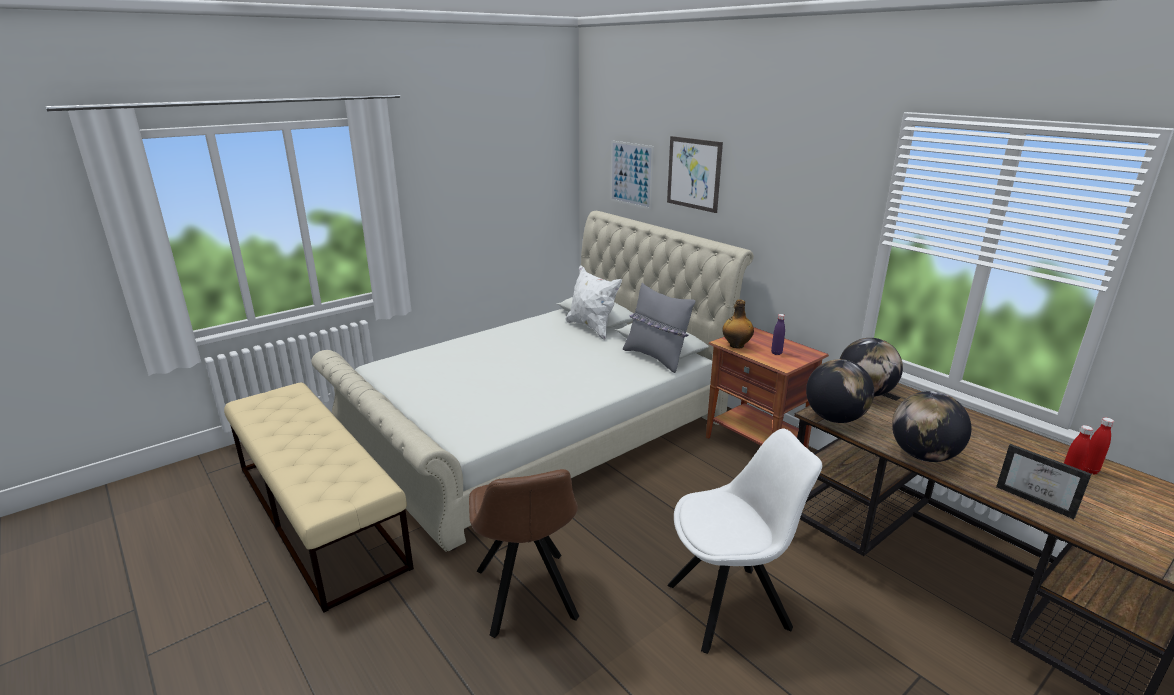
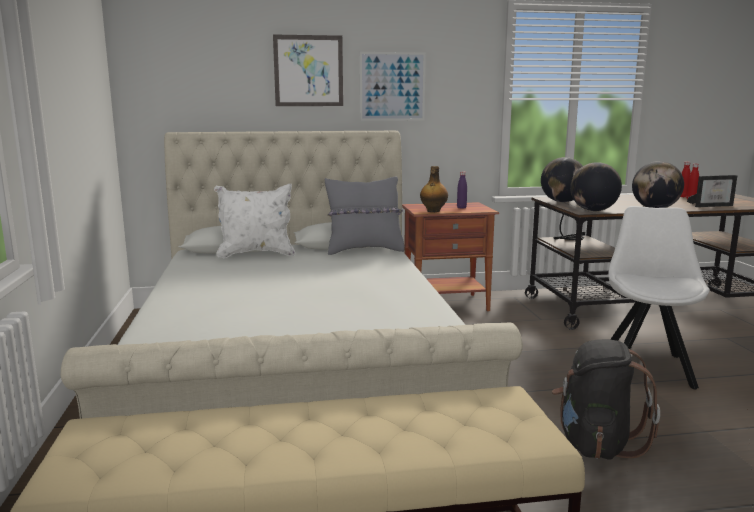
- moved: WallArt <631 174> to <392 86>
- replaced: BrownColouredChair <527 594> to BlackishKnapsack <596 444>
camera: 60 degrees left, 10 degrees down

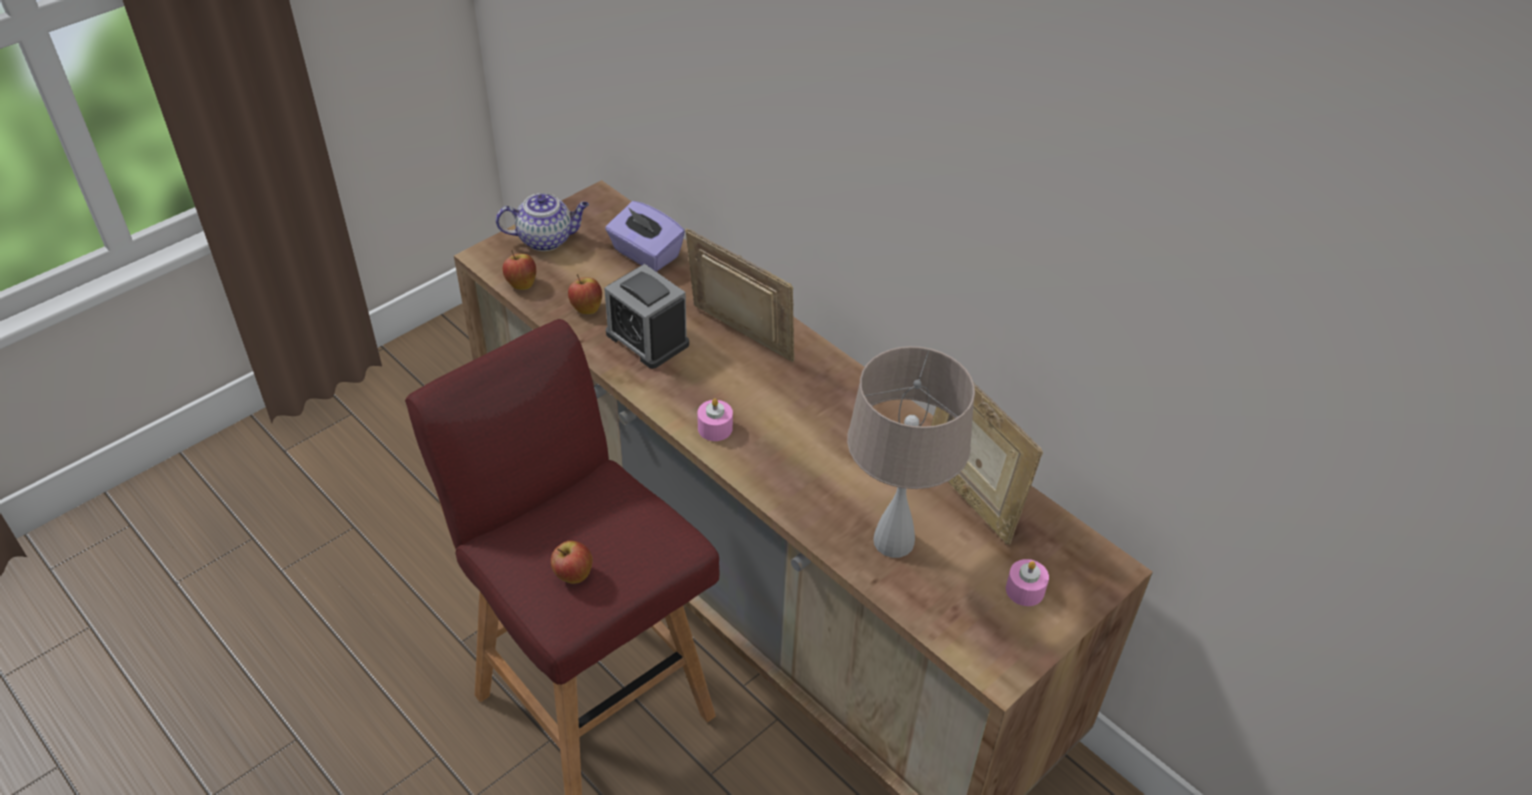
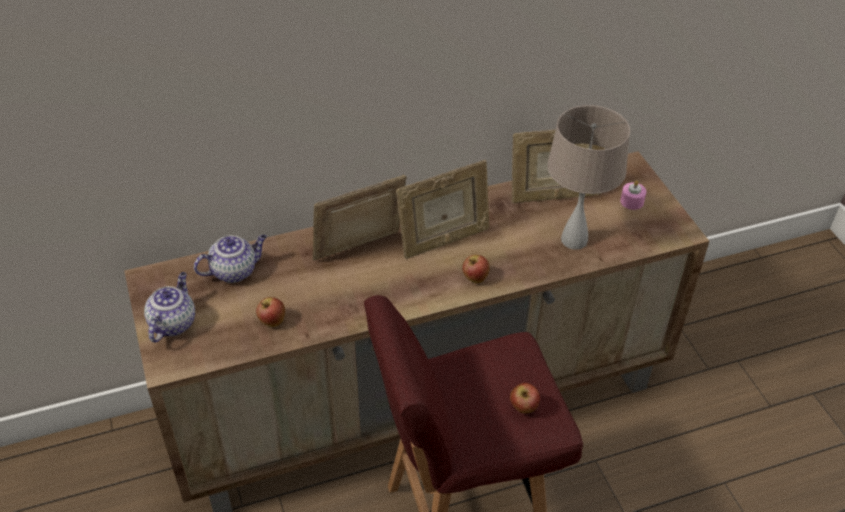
- removed: TableClock <647 339>
- removed: PinkCandle <715 428>
- added: StandingFrame <443 241>
- moved: WholeApple <521 283> to <475 278>
- replaced: PurpleBoxOfTissues <645 254> to PotForTea <235 271>
camera: 65 degrees left, 0 degrees up

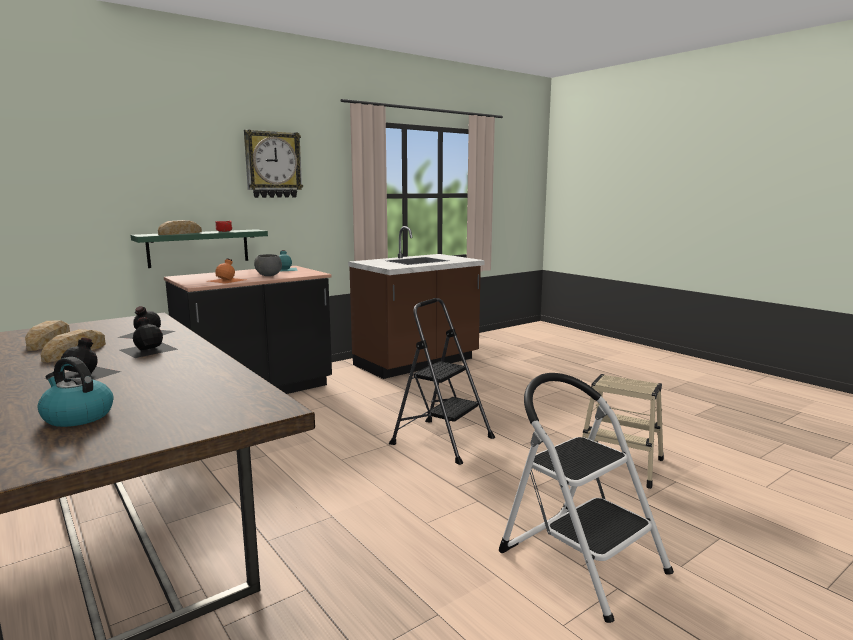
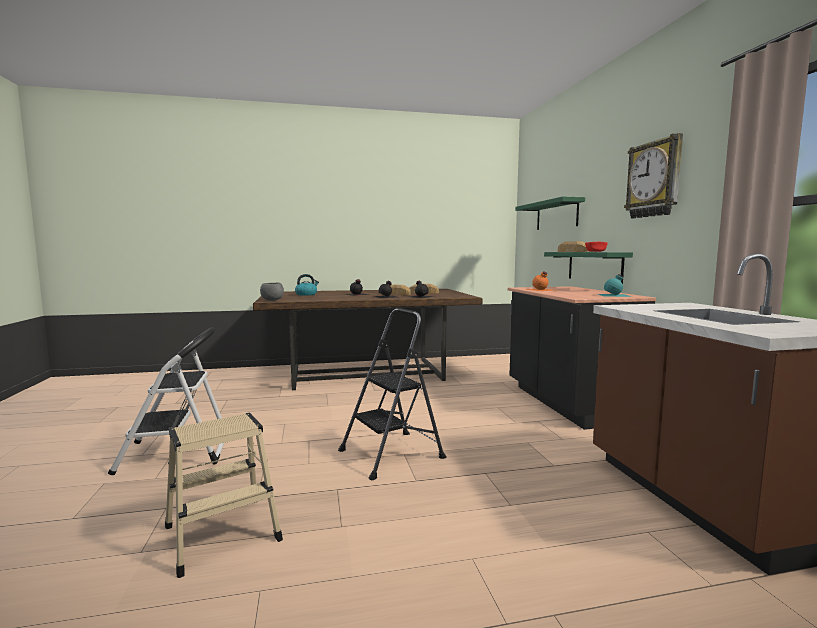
- added: GreenColouredShelf <556 215>
- moved: GreyishDeepDish <268 276> to <272 300>
camera: 115 degrees right, 5 degrees down

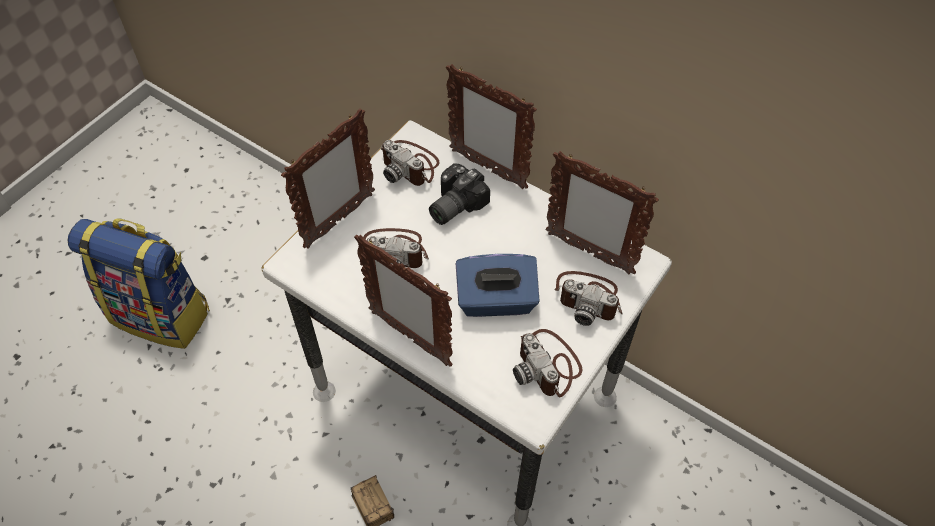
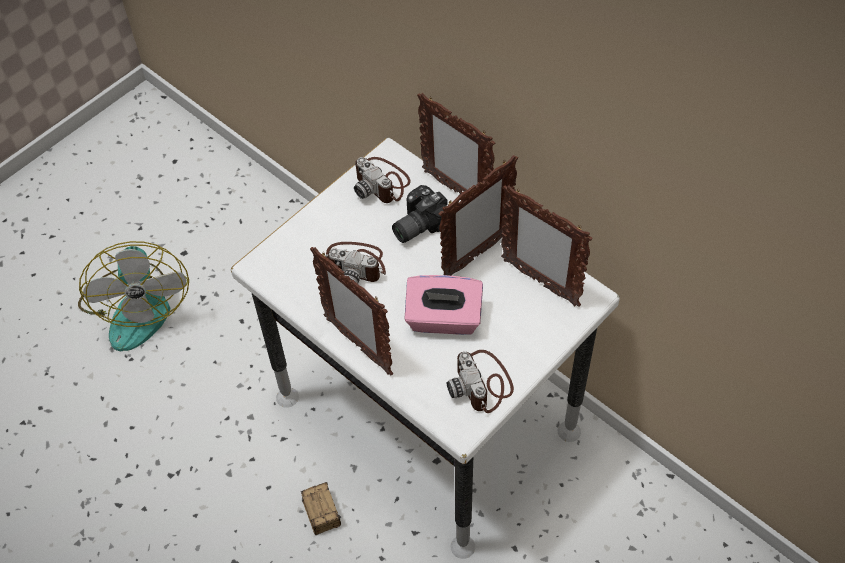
- removed: StillCamera <589 298>
- moved: StandingFrame <339 220> to <476 256>
- replaced: Knapsack <162 314> to Fan <137 306>
- recoloured: BlueBoxOfTissues <496 300> to PinkBoxOfTissues <443 319>
camera: 10 degrees right, 0 degrees up

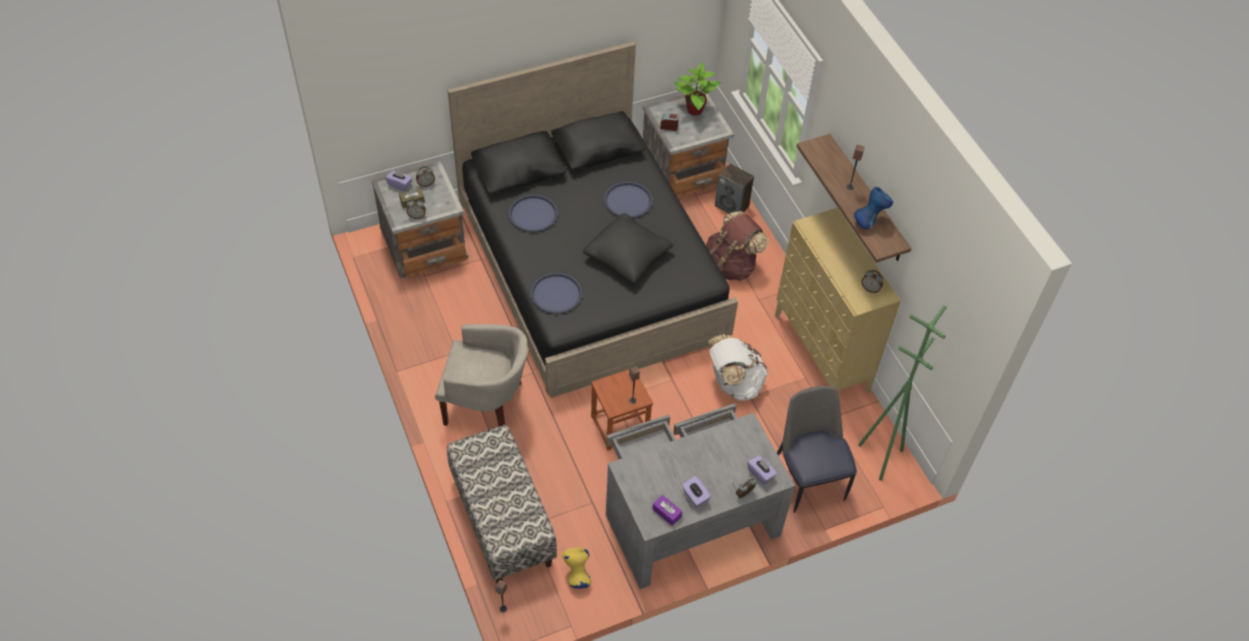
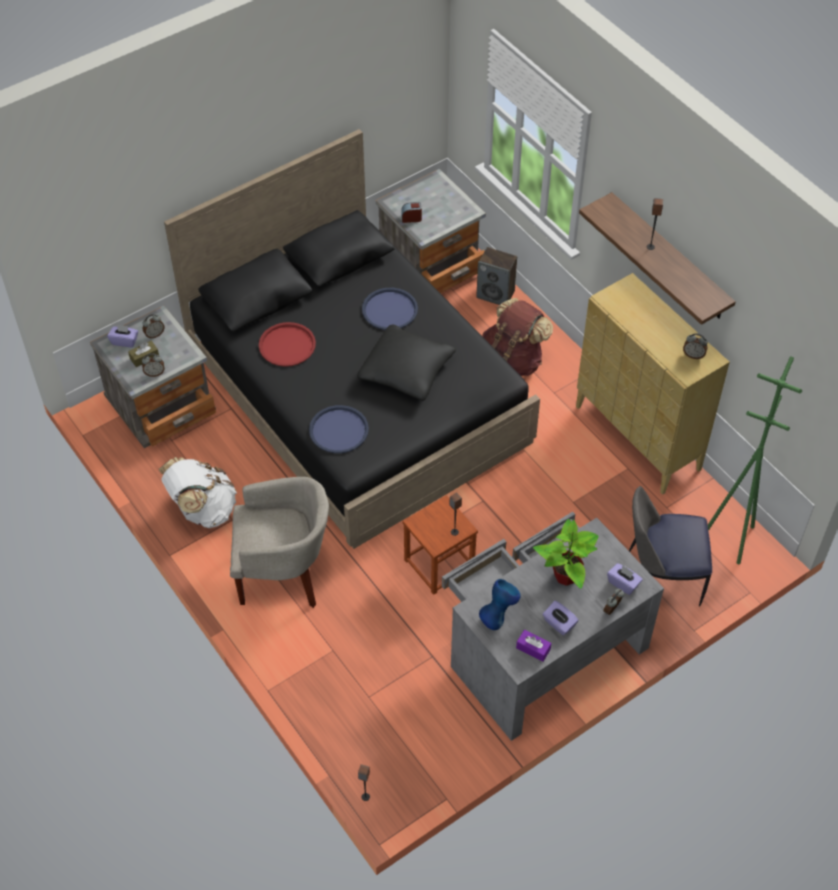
- removed: IndoorBench <502 520>
- removed: YellowColouredDecorativeVase <576 576>
- moved: Houseplant <694 110> to <565 576>
- moved: WhiteColouredKnapsack <733 383> to <203 510>
- moved: BlueDecorativeVase <869 221> to <498 616>
- recoloured: BlueServingTray <533 214> to ReddishServingTray <287 345>
- turned: Chair <808 478> = <660 578> 60 degrees counterclockwise
camera: 10 degrees left, 0 degrees up

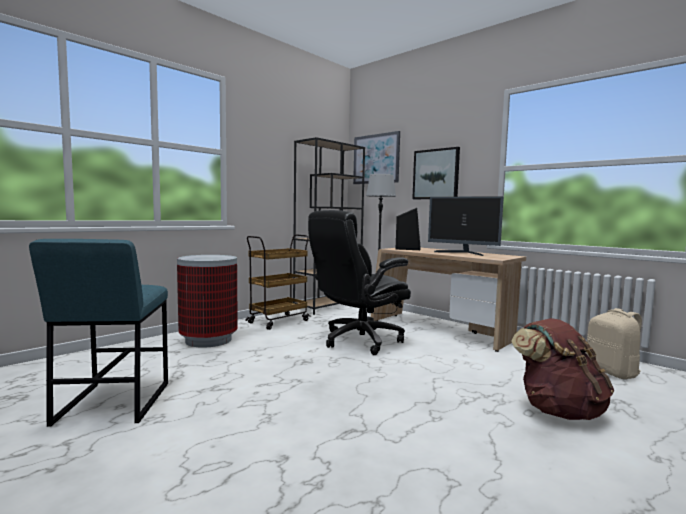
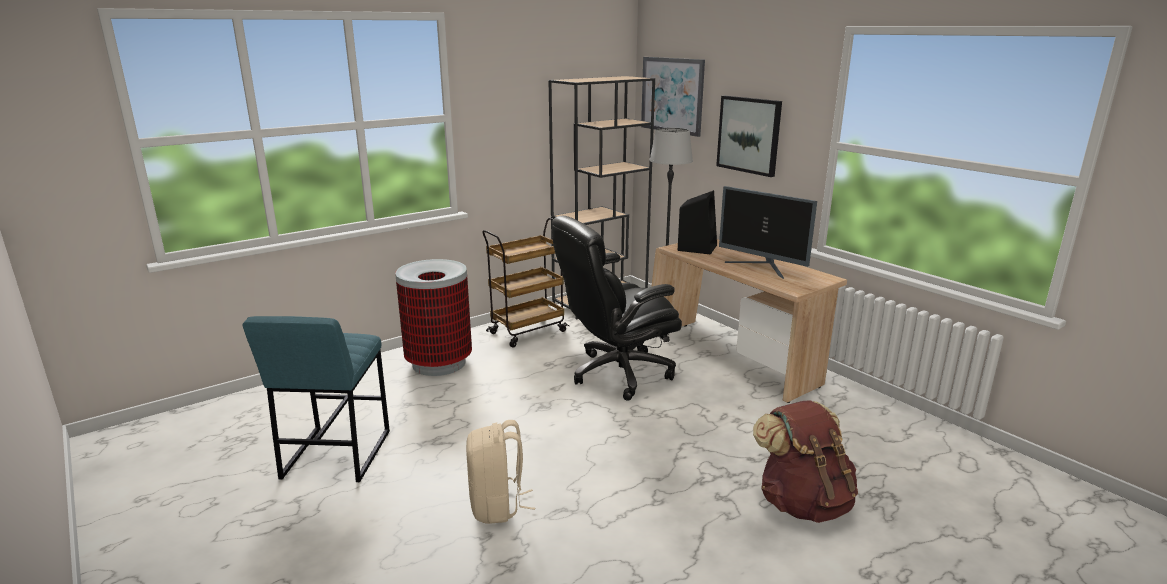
- moved: SandColouredKnapsack <612 372> to <497 506>
camera: 10 degrees right, 15 degrees up

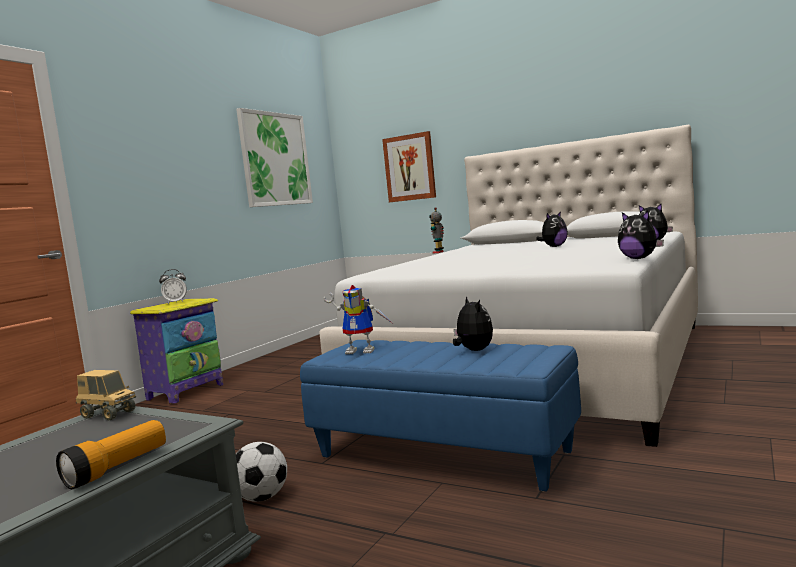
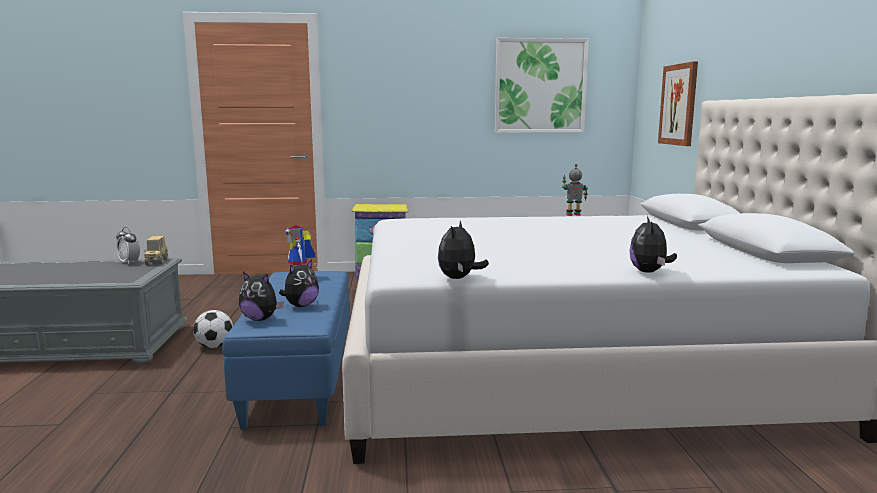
- removed: Flashlight <117 468>
- moved: TableClock <176 302> to <129 262>
- moved: CuddlyToy <554 246> to <260 319>
camera: 55 degrees right, 5 degrees up

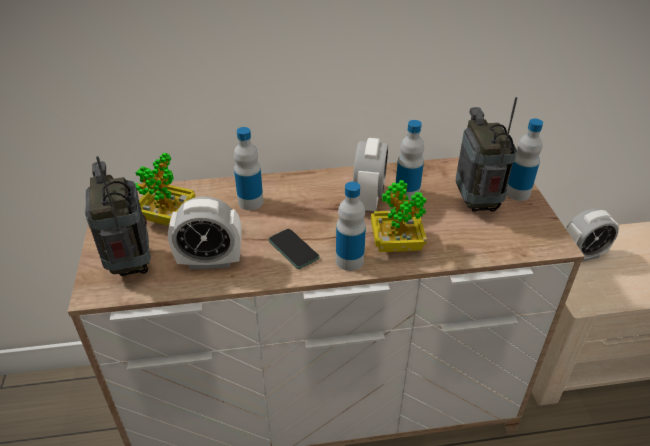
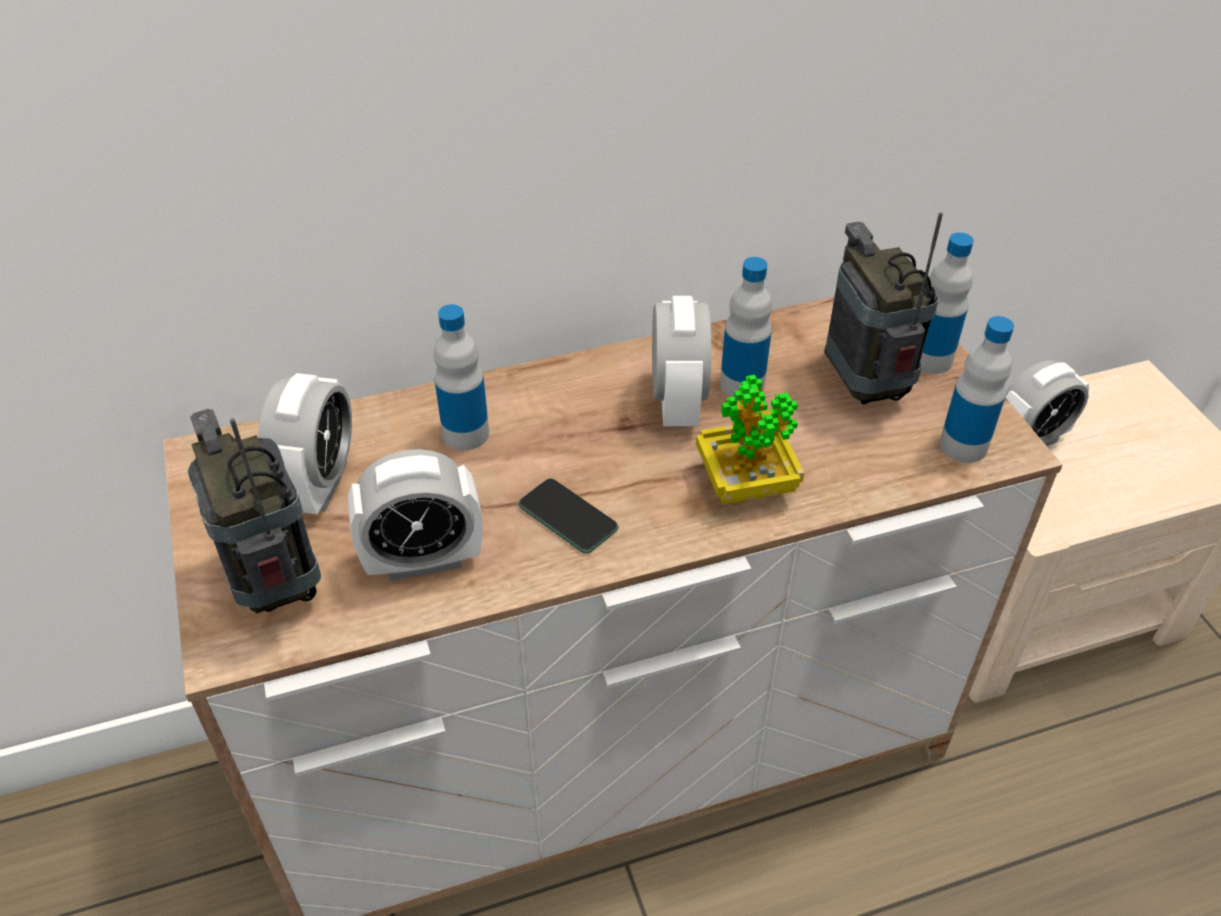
- moved: Bottle <349 260> to <963 446>
- replaced: Houseplant <168 218> to TableClock <320 484>
camera: 10 degrees left, 5 degrees up

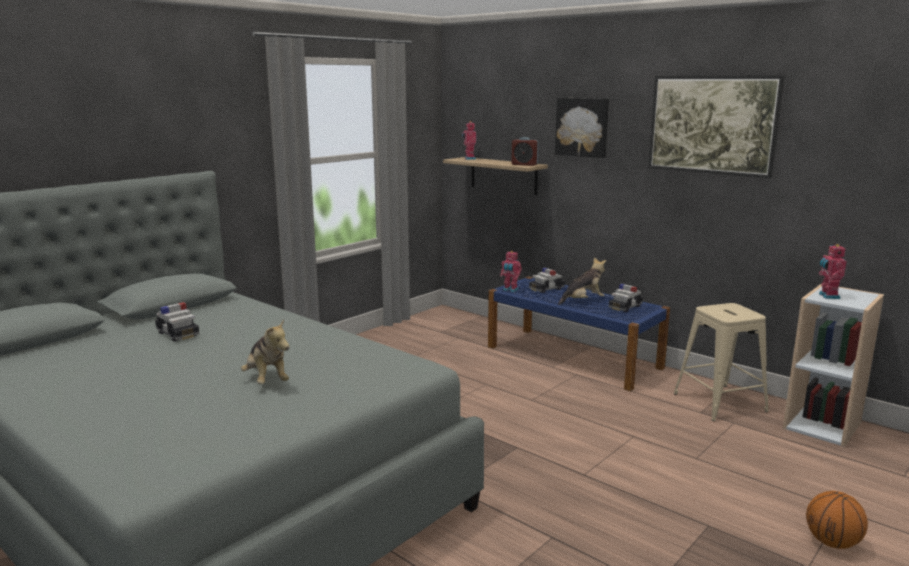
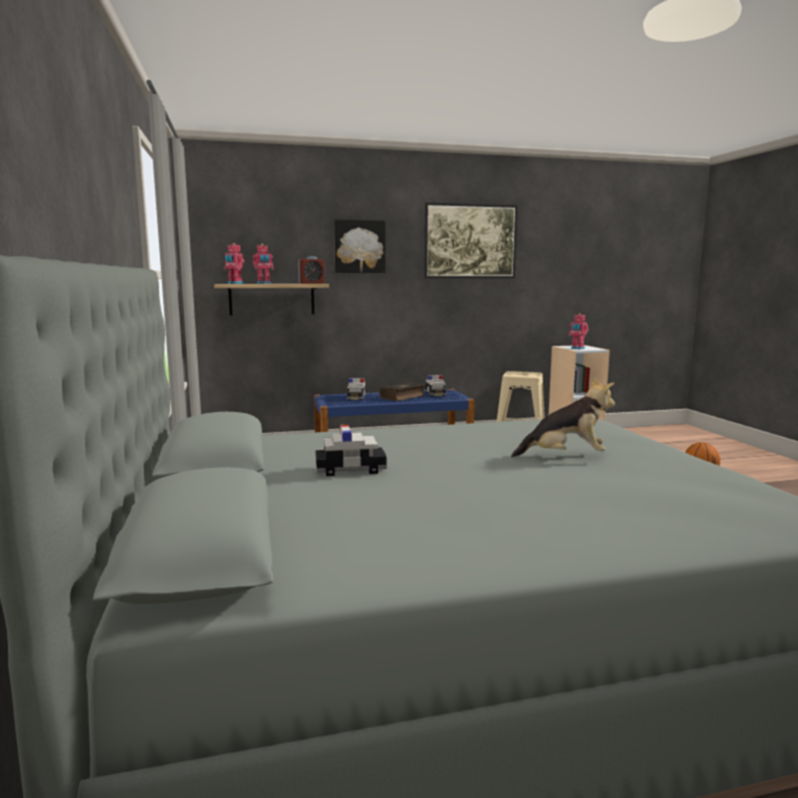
- moved: RobotFigure <510 290> to <264 283>
- replaced: CuddlyToy <583 301> to Volume <403 397>
camera: 55 degrees left, 5 degrees down

